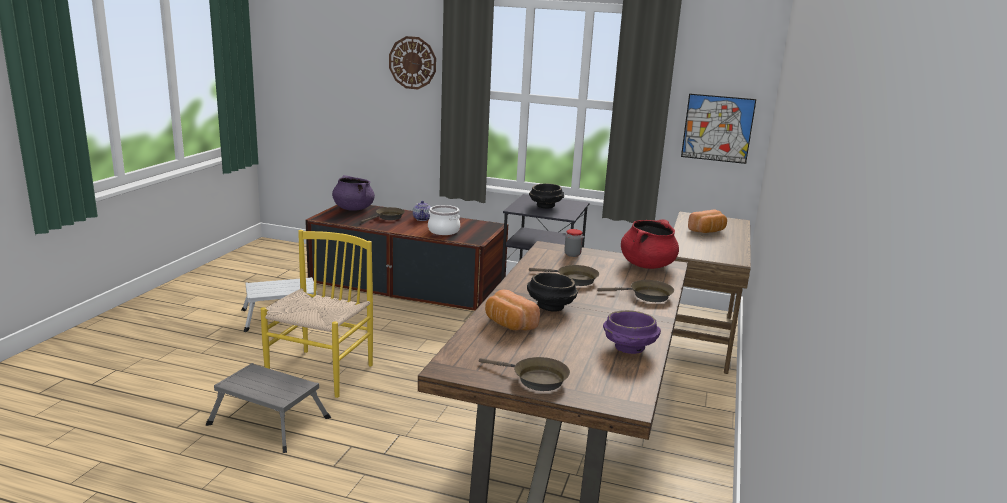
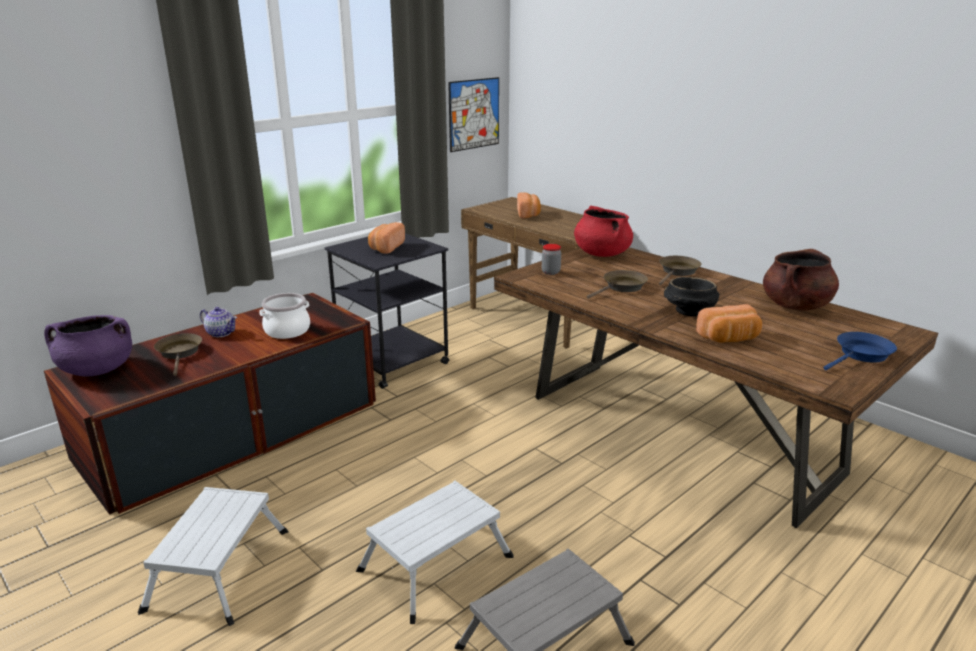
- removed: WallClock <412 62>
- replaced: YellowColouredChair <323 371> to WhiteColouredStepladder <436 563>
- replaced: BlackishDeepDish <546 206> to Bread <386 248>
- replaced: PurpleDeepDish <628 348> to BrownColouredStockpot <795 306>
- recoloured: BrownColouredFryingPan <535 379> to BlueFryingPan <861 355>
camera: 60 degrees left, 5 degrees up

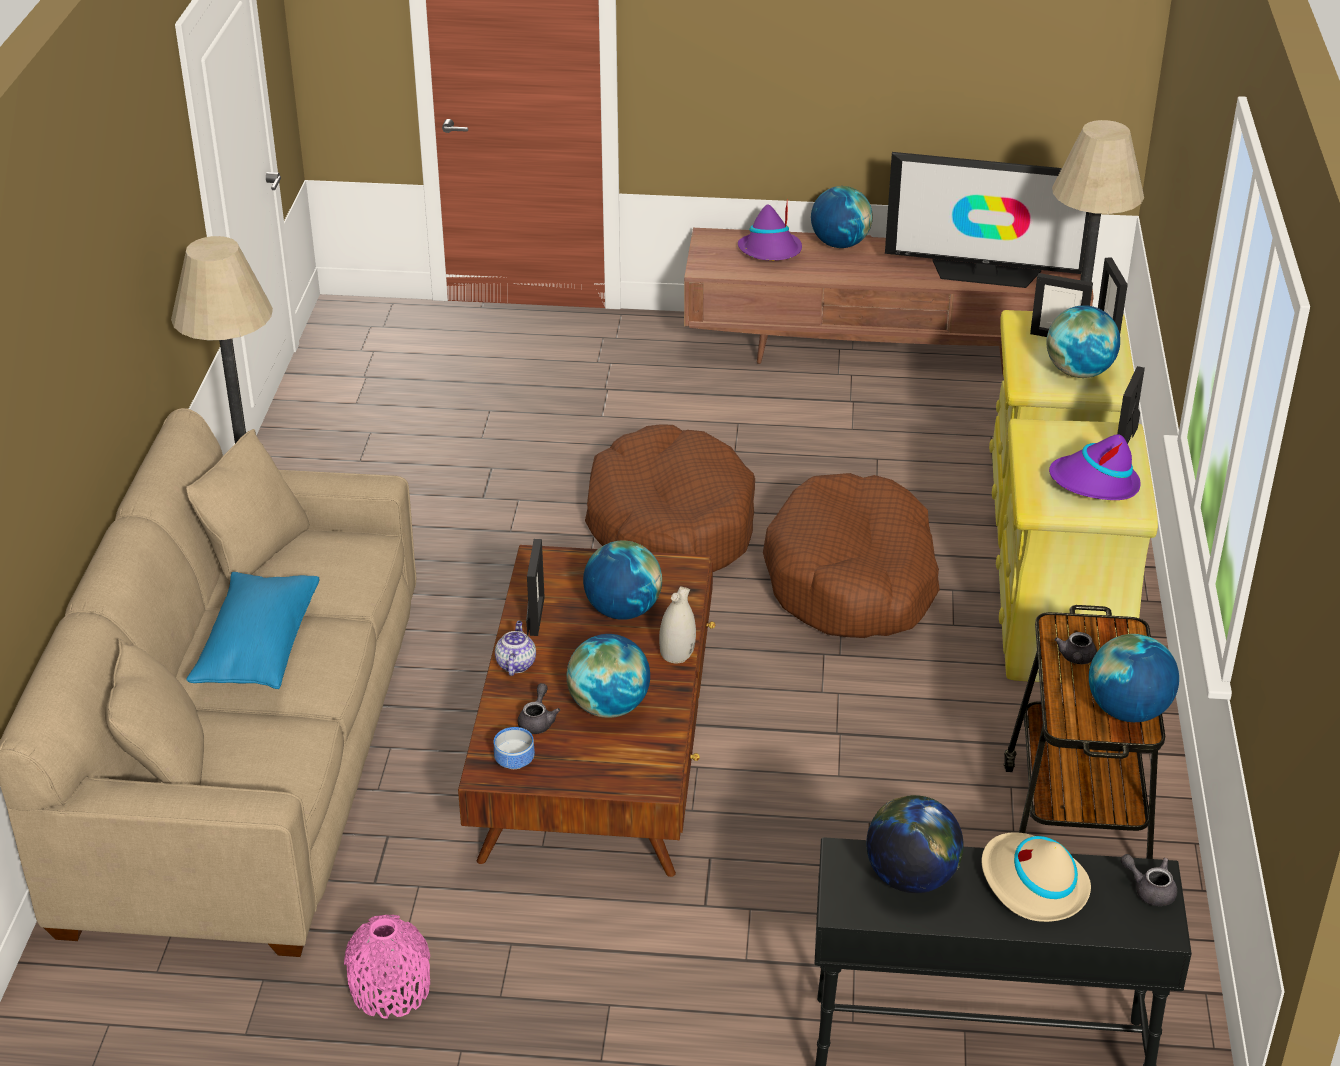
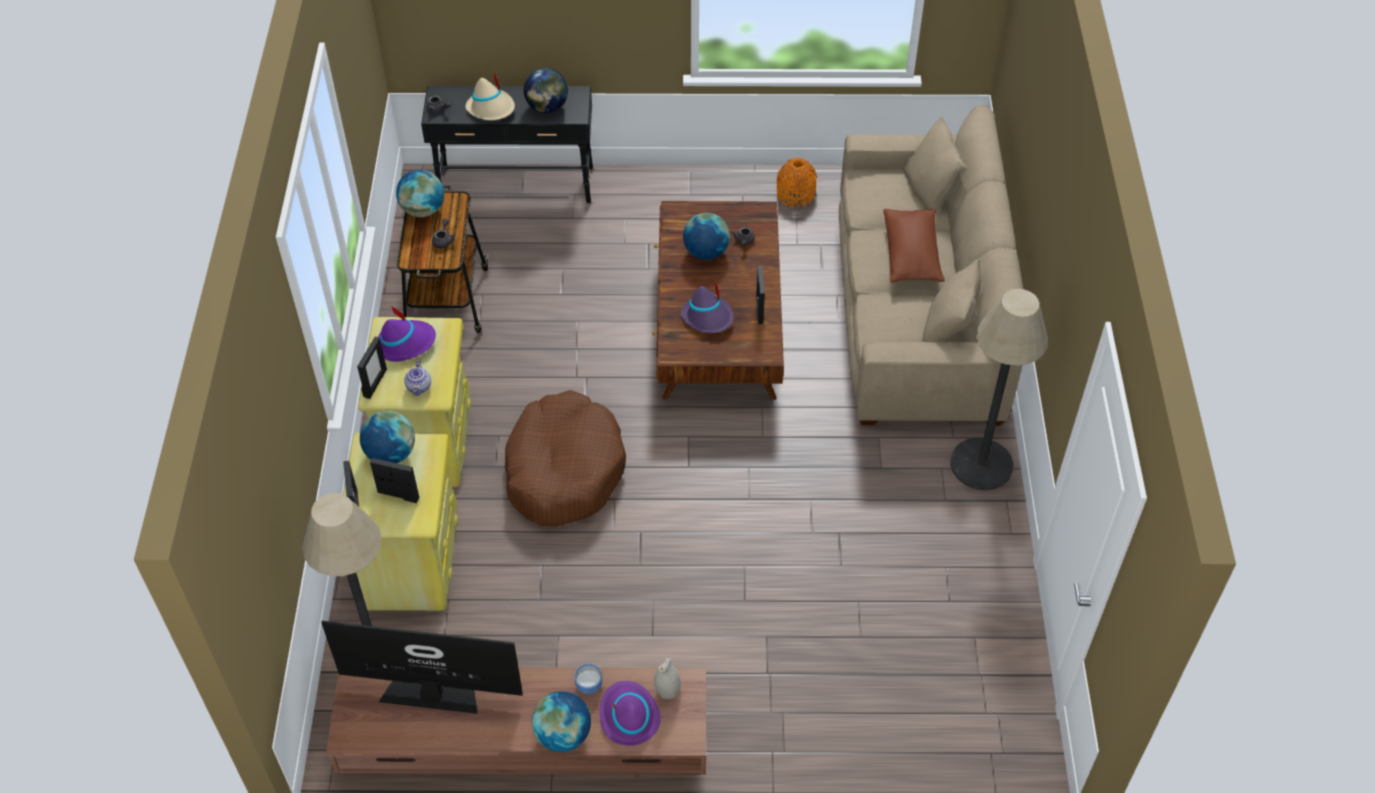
- removed: BrownColouredDogCushion <670 526>
- moved: DeepDish <514 762> to <589 683>
- moved: PotForTea <515 664> to <419 387>
- moved: WhiteColouredDecorativeVase <677 653> to <667 690>
- replaced: DeskGlobe <623 610> to PurpleClothingHat <708 317>
- recoloured: BlueCushion <258 648> to BrownColouredCushion <911 255>
- recoloured: PinkDecorativeVase <390 989> to OrangeDecorativeVase <795 194>
camera: 175 degrees right, 15 degrees up

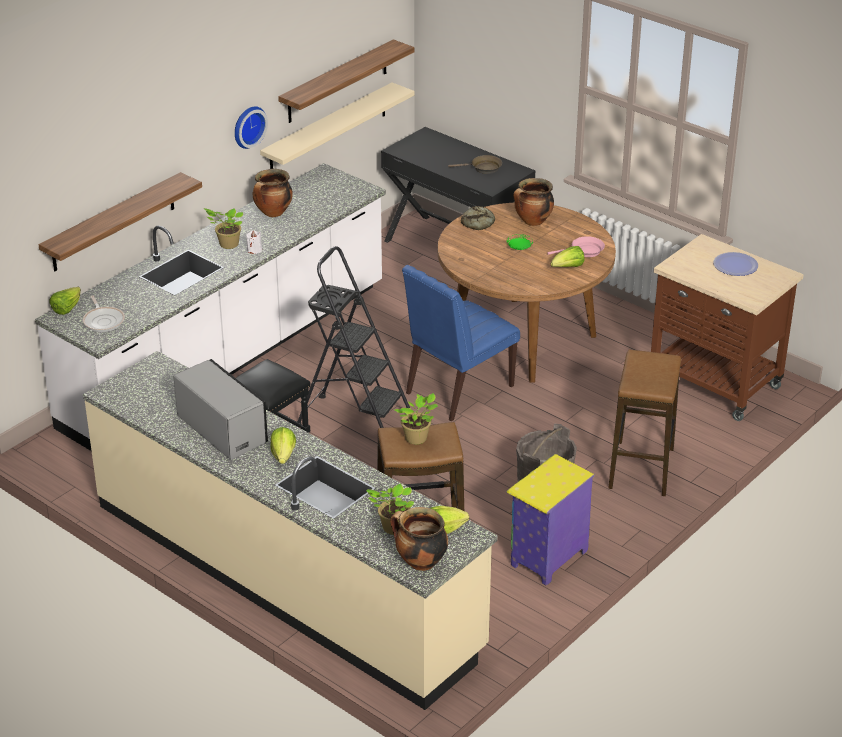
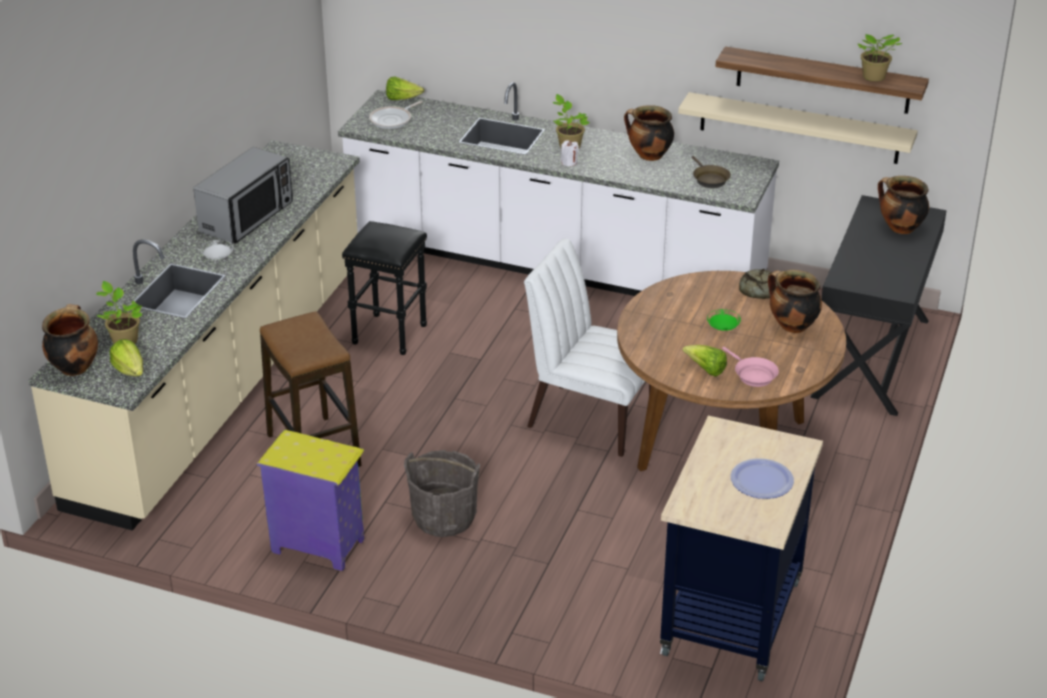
- removed: Shelf <113 223>
- removed: WallClock <247 126>
- removed: Stepladder <354 423>
- removed: StoolSeat <641 469>
- added: Stockpot <899 228>
- moved: Houseplant <417 439> to <873 77>
- moved: BrownColouredFryingPan <483 168> to <709 179>
- replaced: LettuceHead <283 456> to WhiteColouredFlatDish <218 257>
- recoloured: BlueChair <459 389> to WhiteColouredChair <591 420>
- recoloured: BrownColouredCart <714 384> to BlueCart <732 620>
camera: 70 degrees right, 0 degrees up

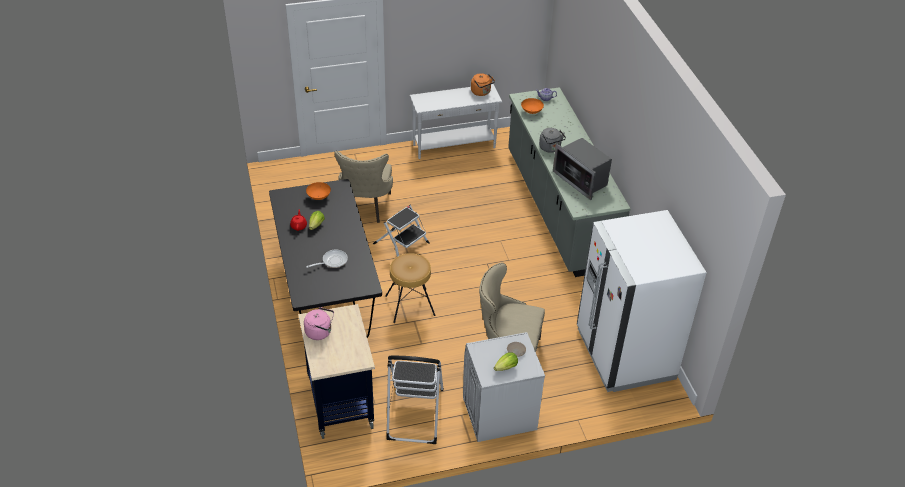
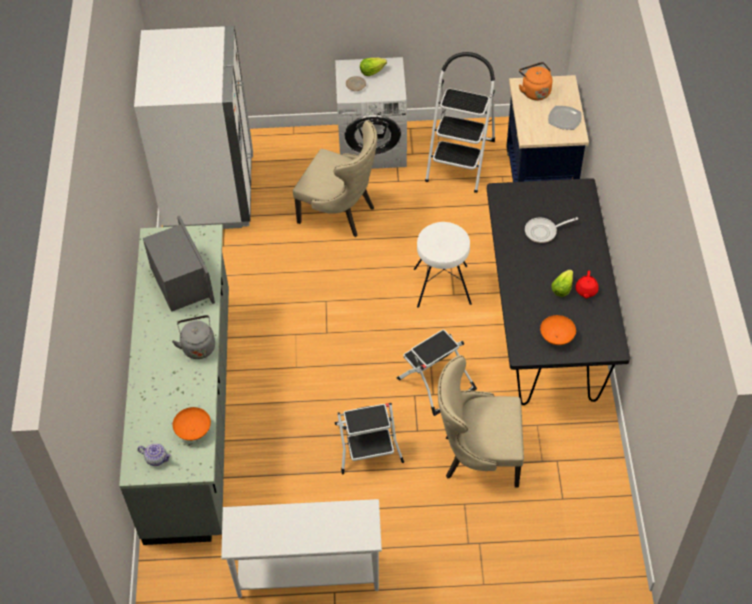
- added: Stepladder <367 444>
- moved: OrangeKettle <481 92> to <534 91>
- replaced: PinkKettle <320 332> to FlatDish <564 118>
- recoloured: BrownColouredStoolSeat <410 305> to WhiteColouredStoolSeat <442 285>
- turned: SandColouredChair <366 208> = <478 457> 105 degrees counterclockwise
camera: 165 degrees left, 10 degrees up

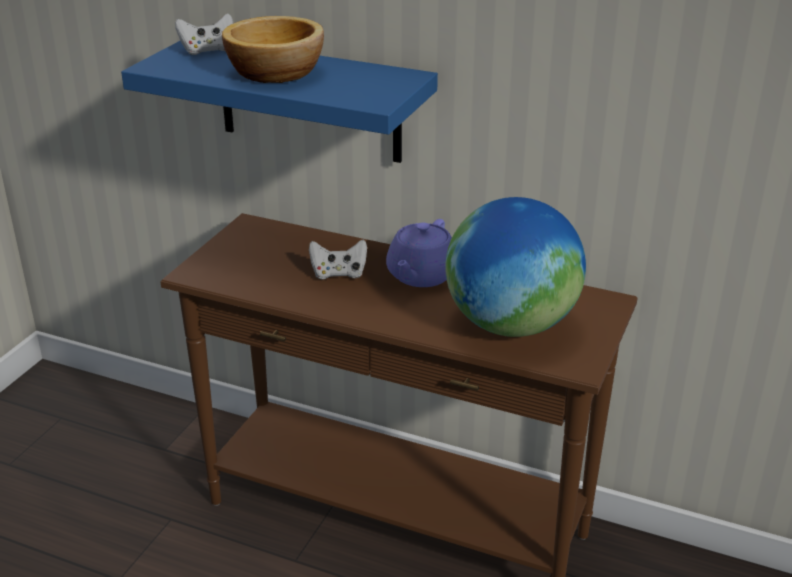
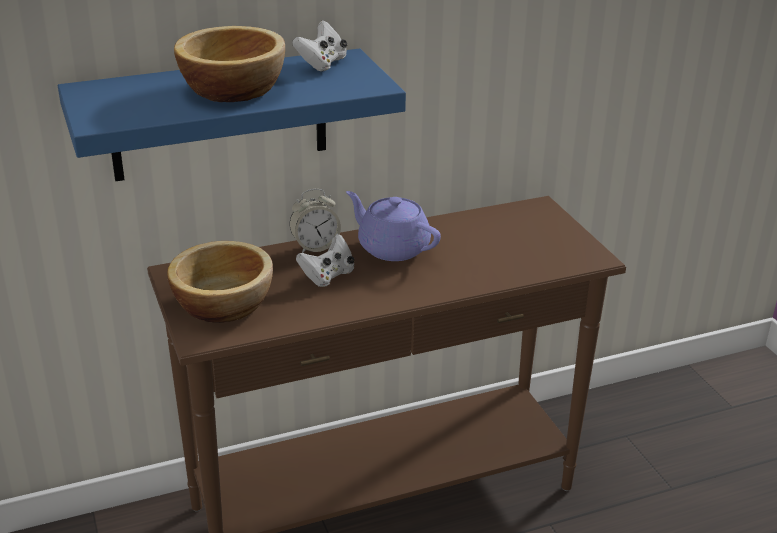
- removed: DeskGlobe <511 325>
- added: DeepDish <224 303>
- added: TableClock <315 247>
- moved: WhiteColouredGameController <208 50> to <322 64>
- turned: PurplePotForTea <421 276> = <392 248> 150 degrees clockwise
camera: 45 degrees left, 0 degrees up

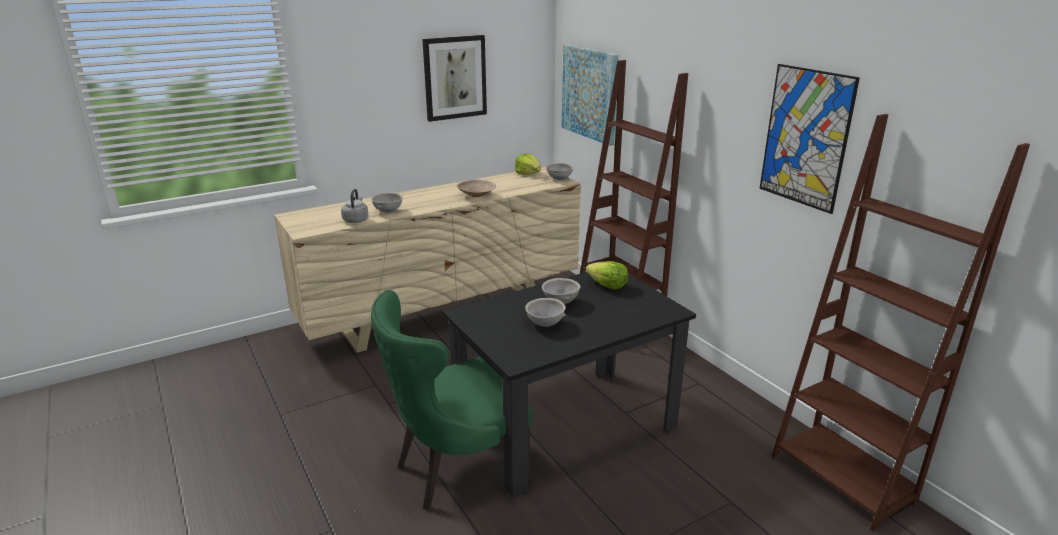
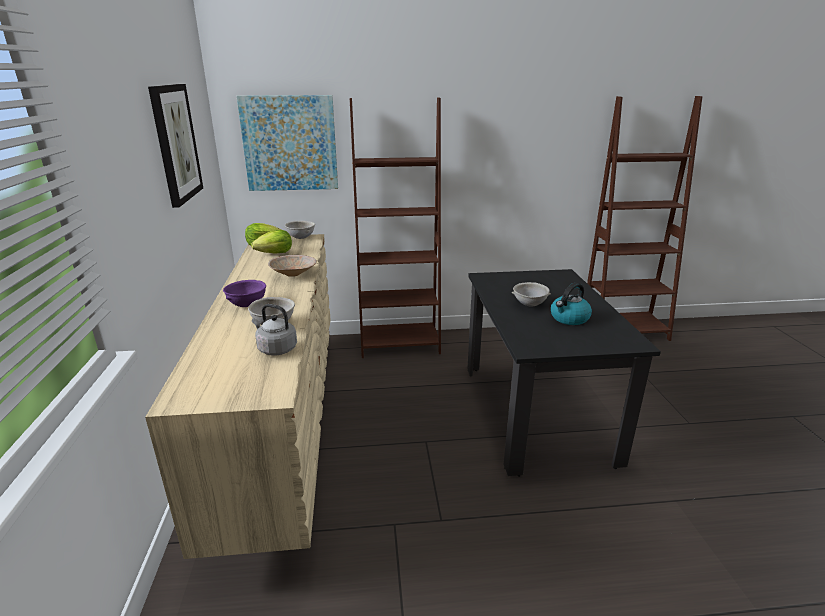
- removed: GreenColouredChair <454 470>
- removed: WallArt <805 137>
- added: PurpleDeepDish <246 305>
- moved: LettuceHead <607 285> to <275 253>
- replaced: GreyishDeepDish <545 324> to Kettle <569 318>
camera: 65 degrees left, 0 degrees up

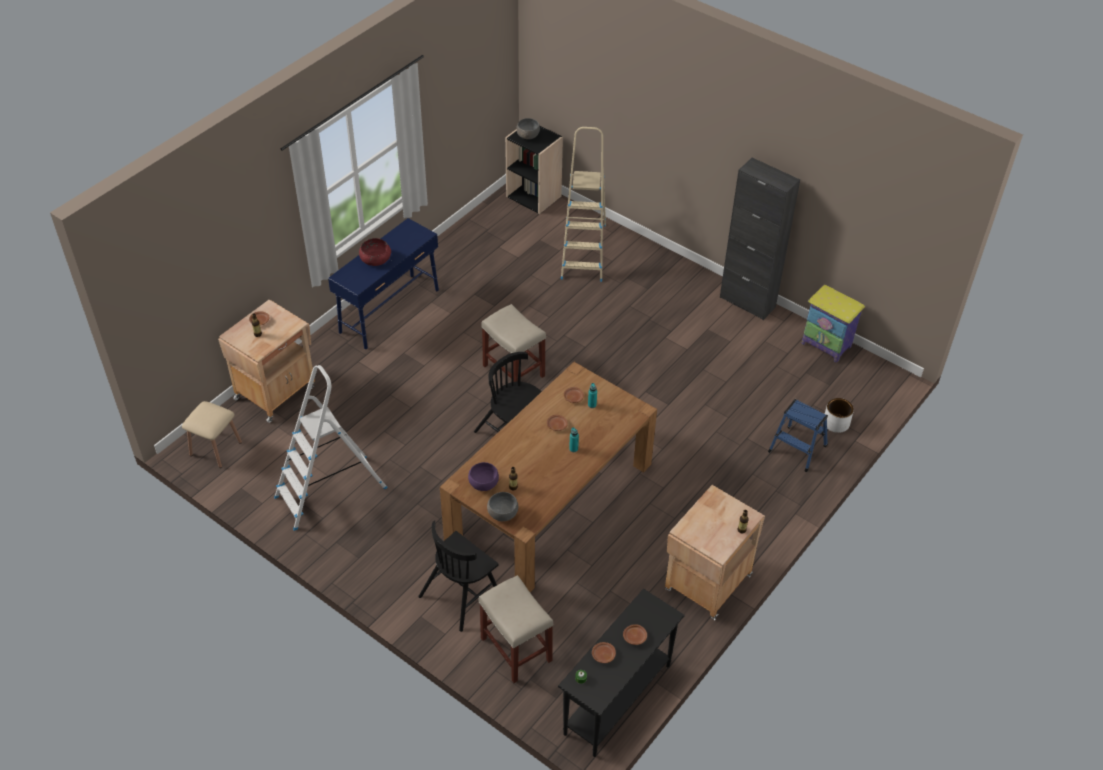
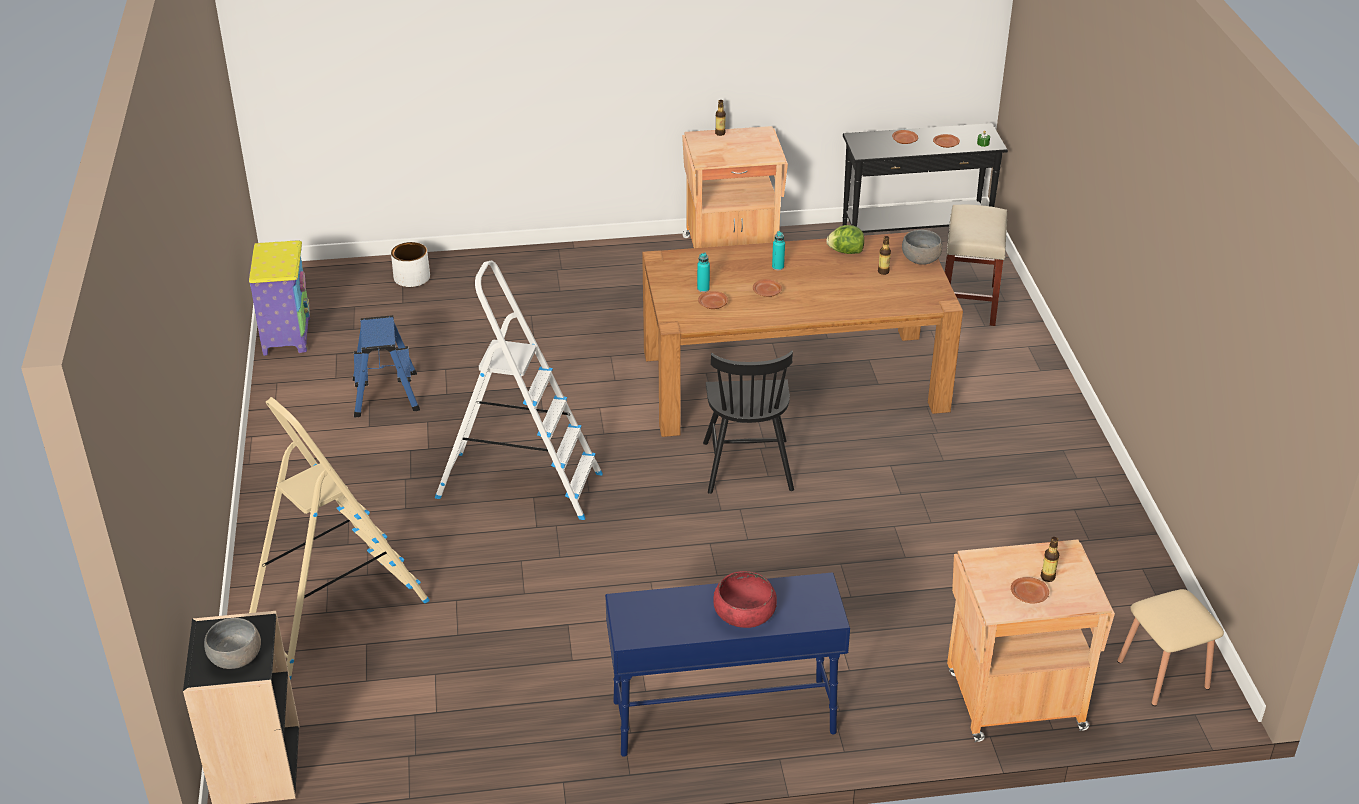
- removed: BlackishChair <463 593>
- removed: PurpleDeepDish <483 483>
- removed: SandColouredStoolSeat <514 371>
- removed: BlackishCabinet <747 302>
- added: LettuceHead <845 252>
- moved: WhiteColouredStepladder <330 493> to <520 485>
- moved: BlueStepladder <797 448> to <385 394>
camera: 135 degrees left, 10 degrees down

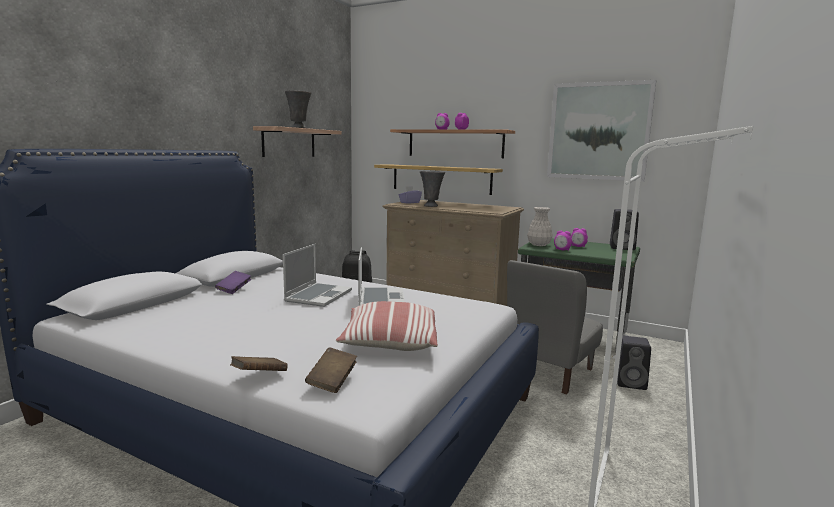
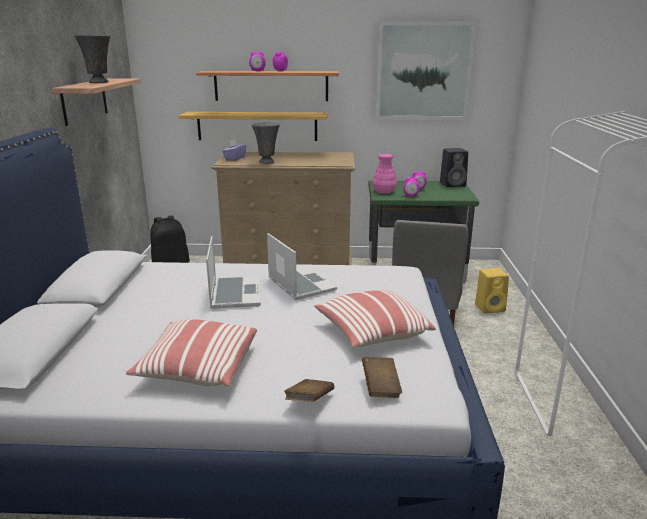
- removed: PurpleVolume <234 289>
- added: Cushion <197 368>
- recoloured: WhiteColouredDecorativeVase <539 244> to PinkDecorativeVase <383 191>
- recoloured: BlackishLoudspeaker <631 383> to YellowColouredLoudspeaker <490 308>
camera: 25 degrees left, 10 degrees up

